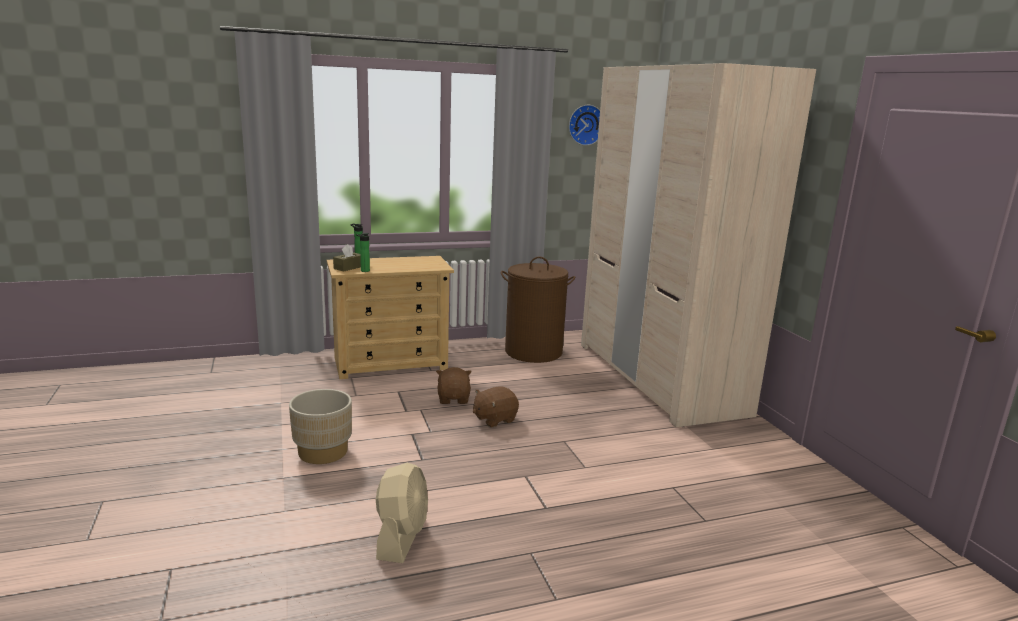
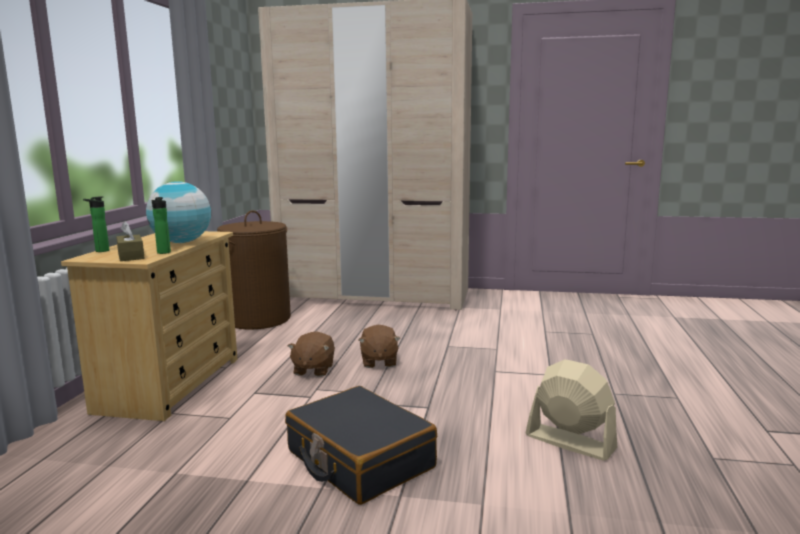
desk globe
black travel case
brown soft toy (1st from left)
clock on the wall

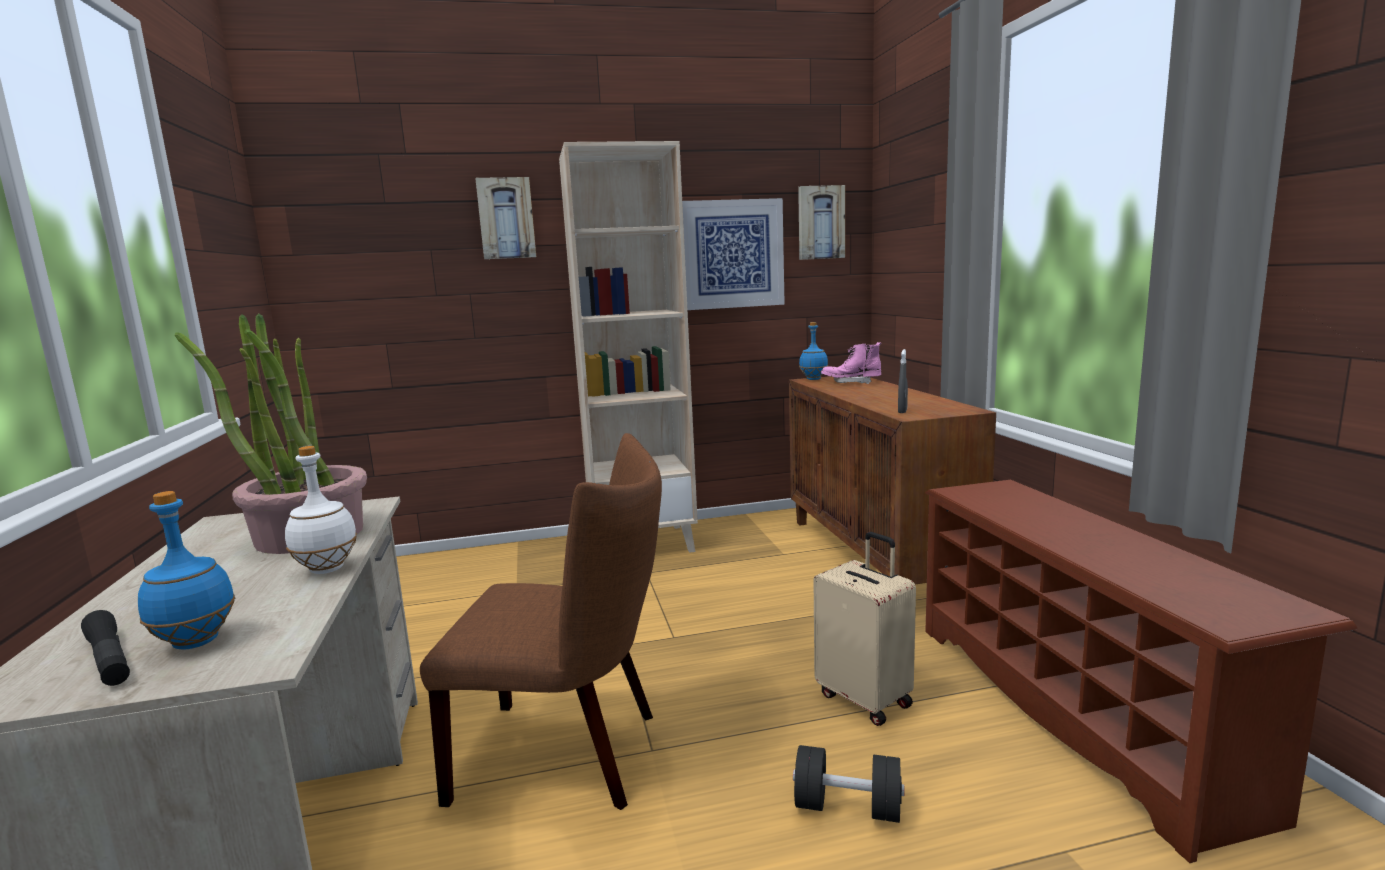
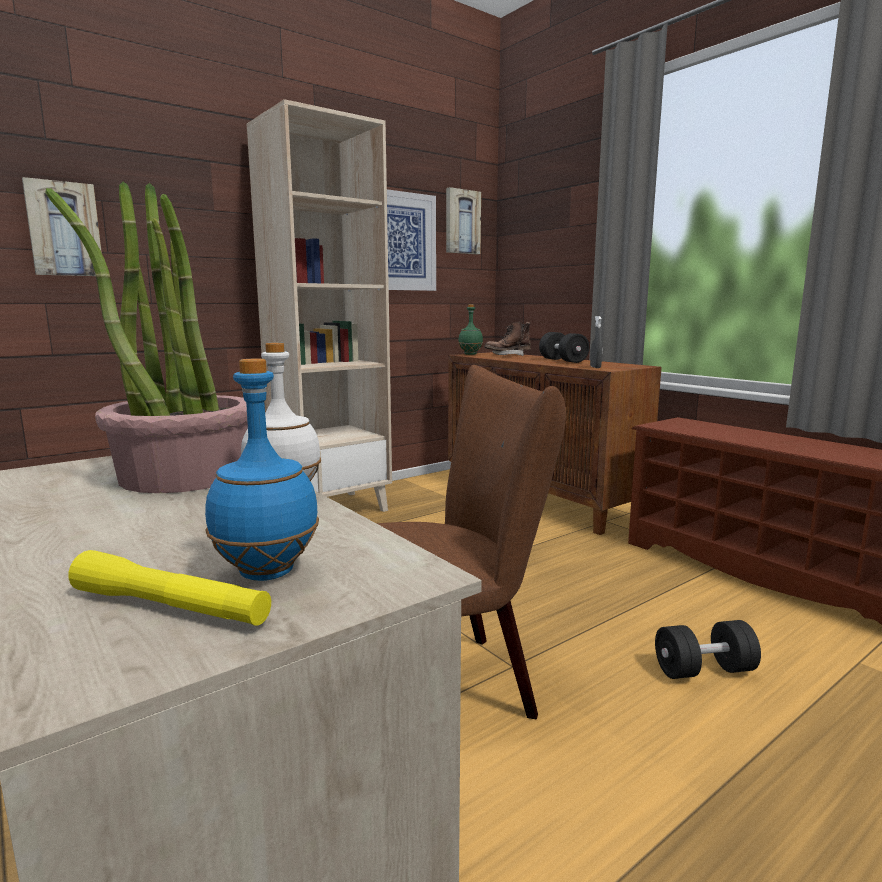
wall picture (1st from left)
yellowish hand torch
greenish beverage bottle
brown tall boot
black free weight (1st from left)
beige-coloured travel case

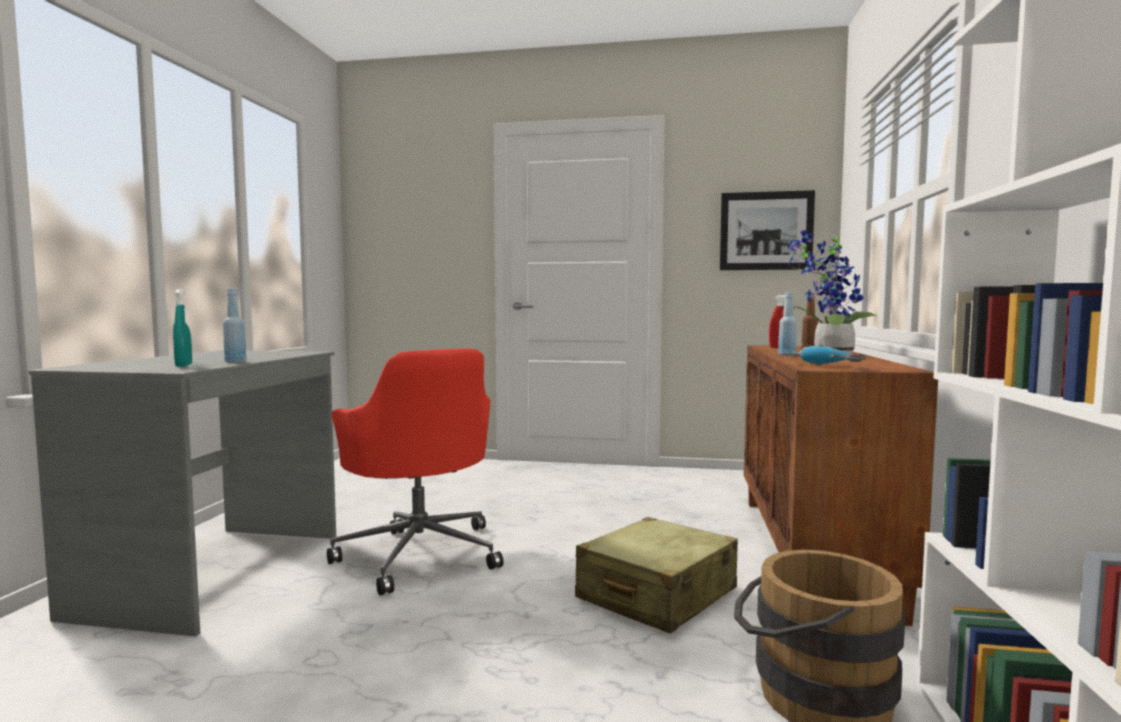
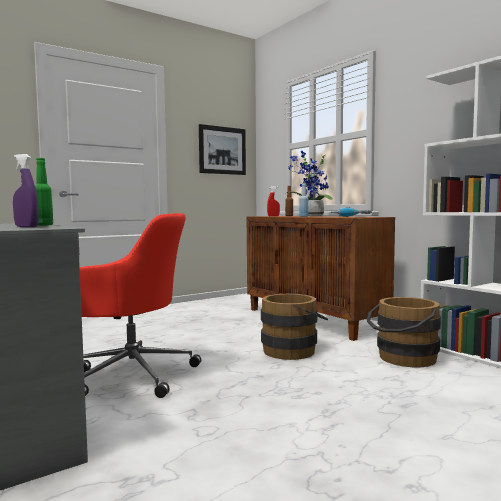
purple-coloured sprayer
greenish beverage bottle
brown pail (1st from left)

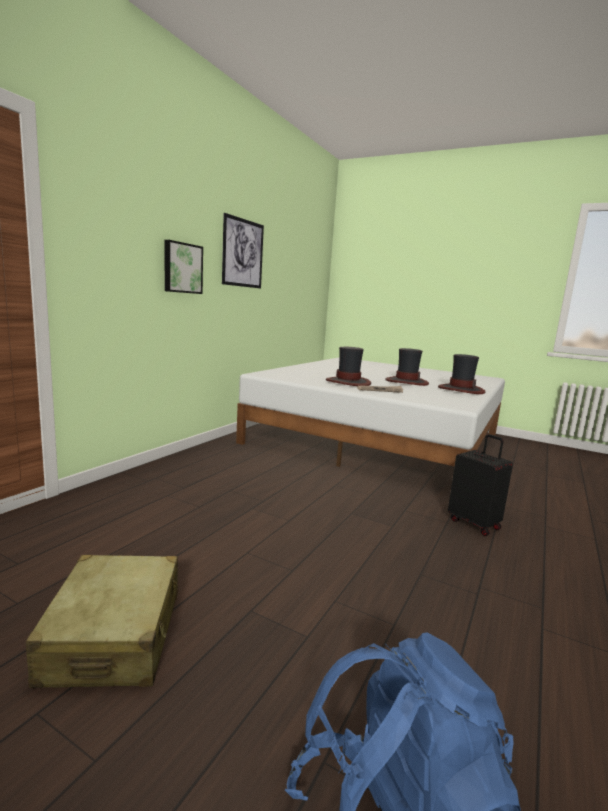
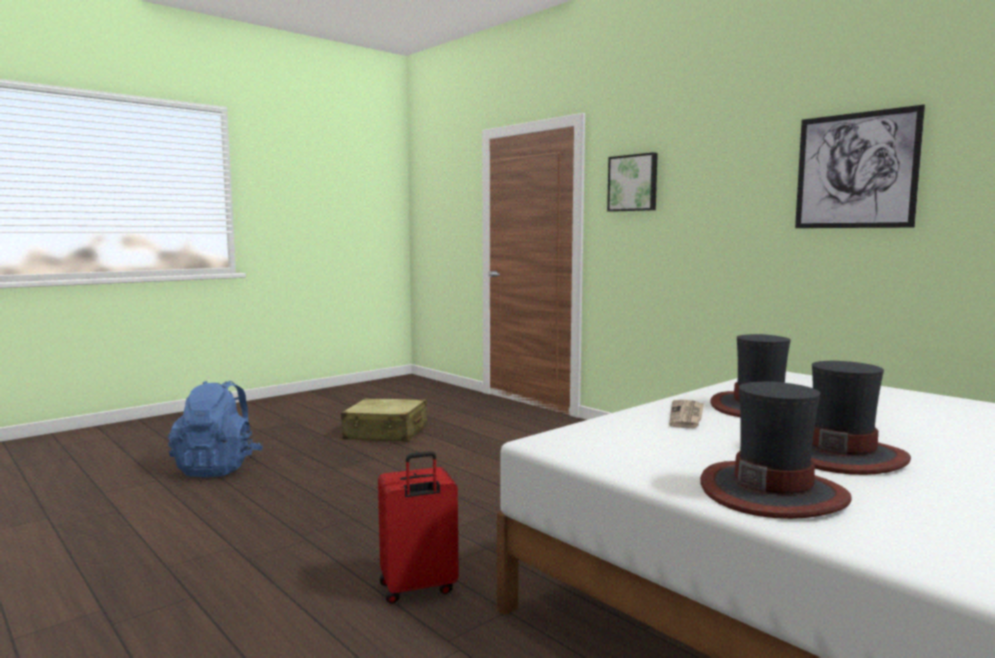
red-coloured travel case
wall picture (1st from left)

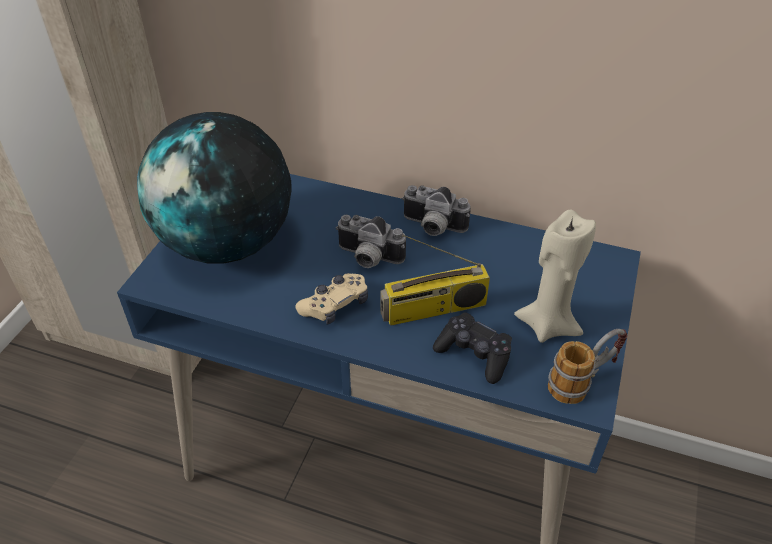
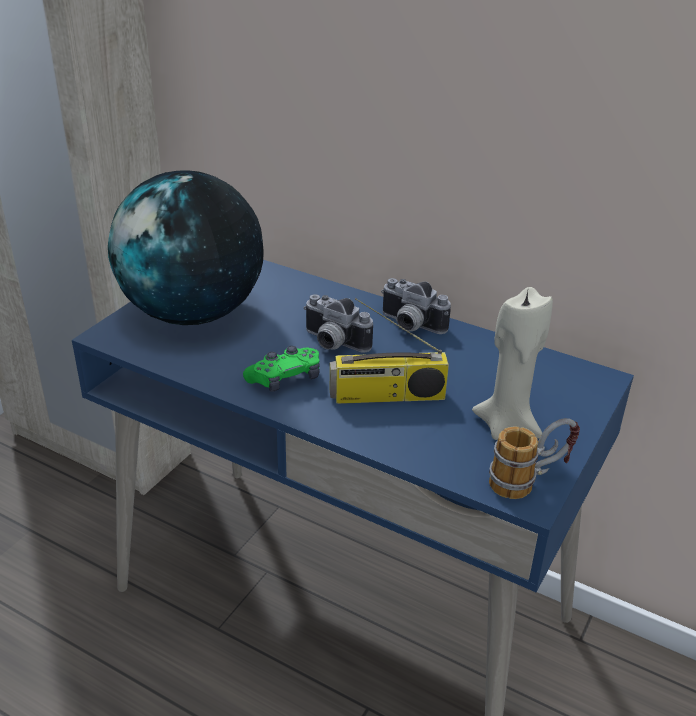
greenish joypad
black joypad

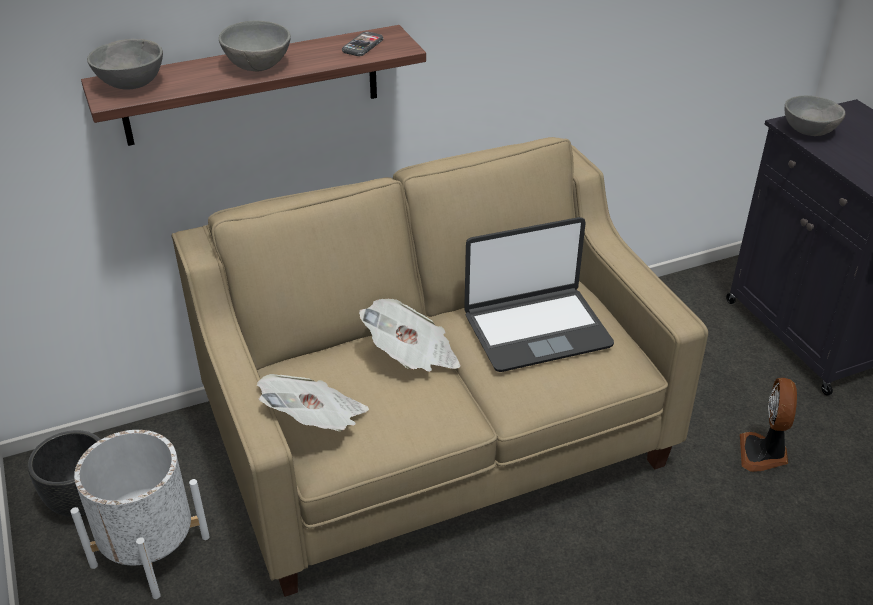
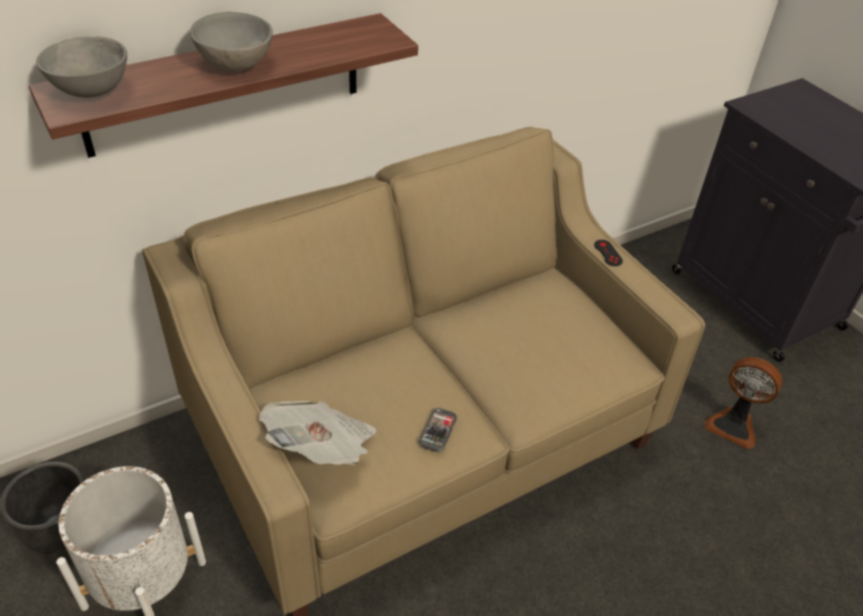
handset
black joypad
fan
printed paper (2nd from left in the first image)
laptop
gray serving bowl (3rd from left in the first image)

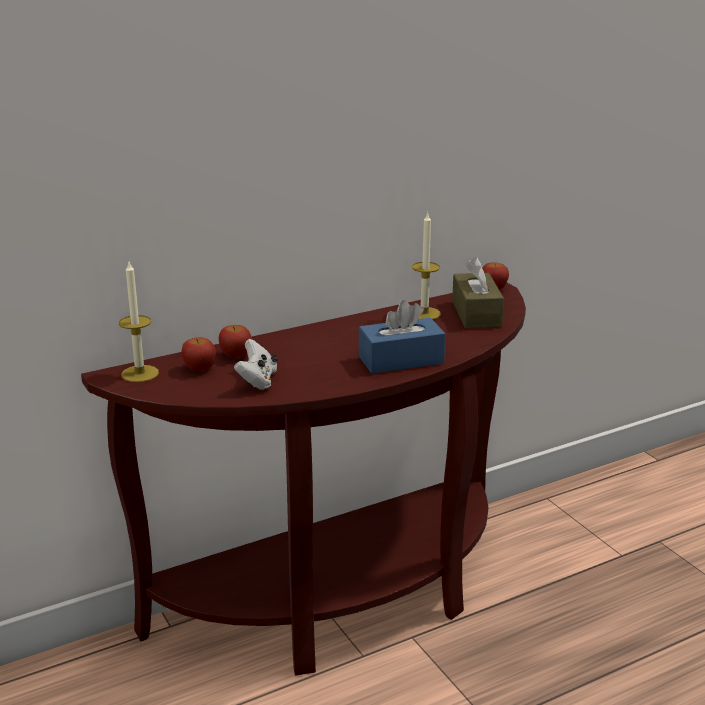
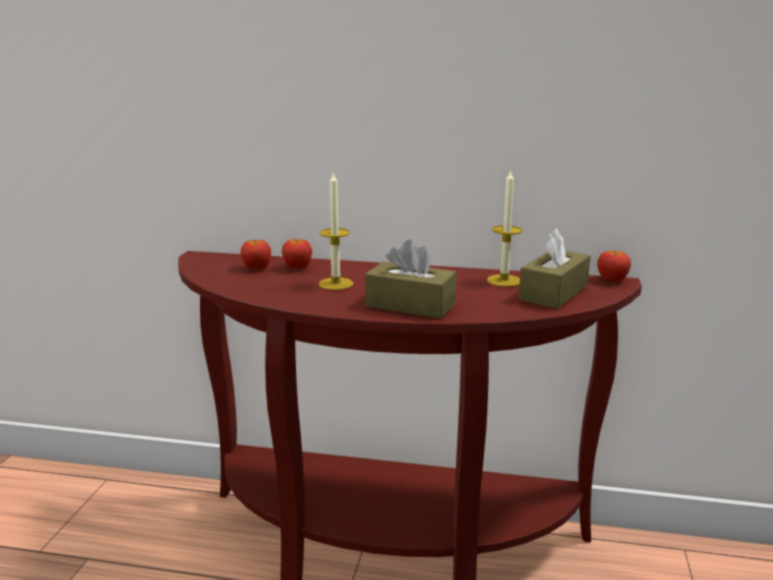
wax candle (1st from left)
brown tissue box (1st from left)
white joypad

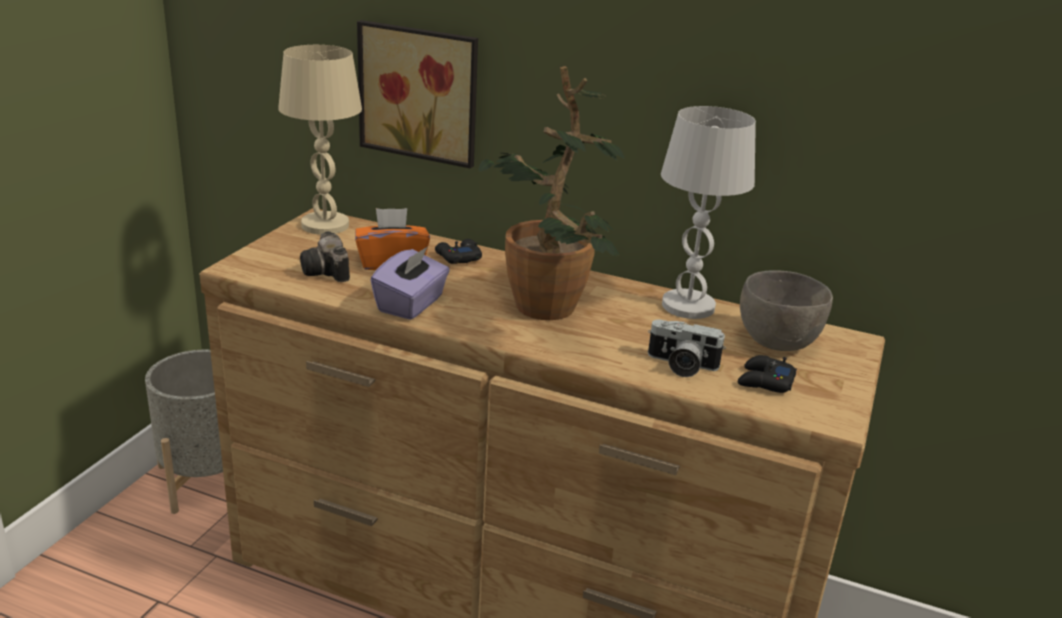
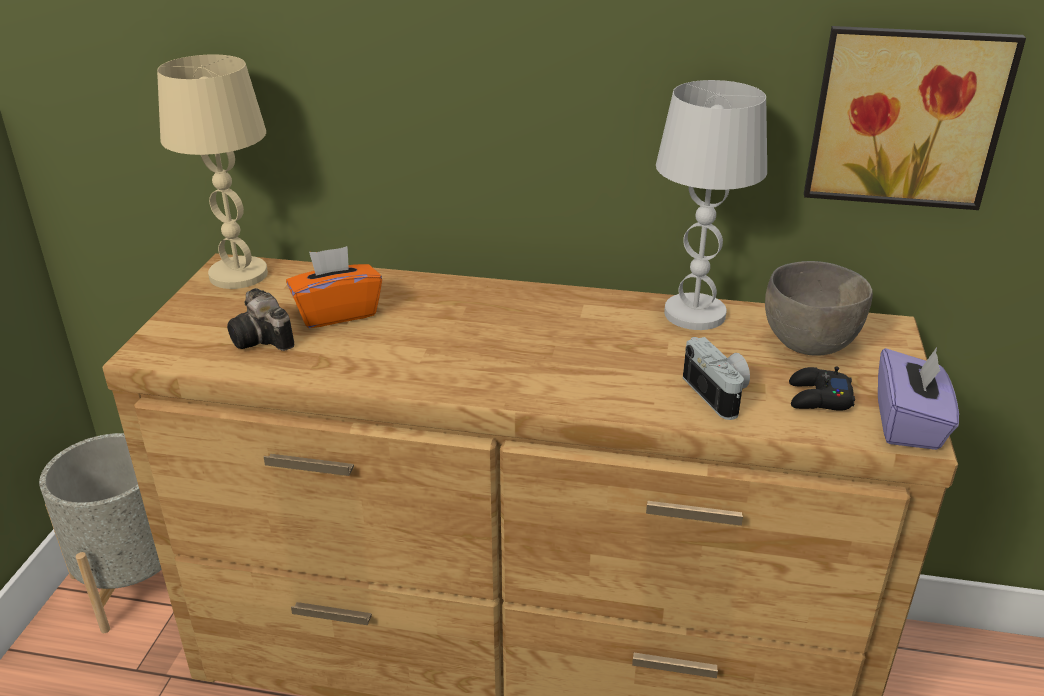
still camera (2nd from left)
wall picture
purple-coloured tissue box
black joypad (1st from left in the first image)
houseplant

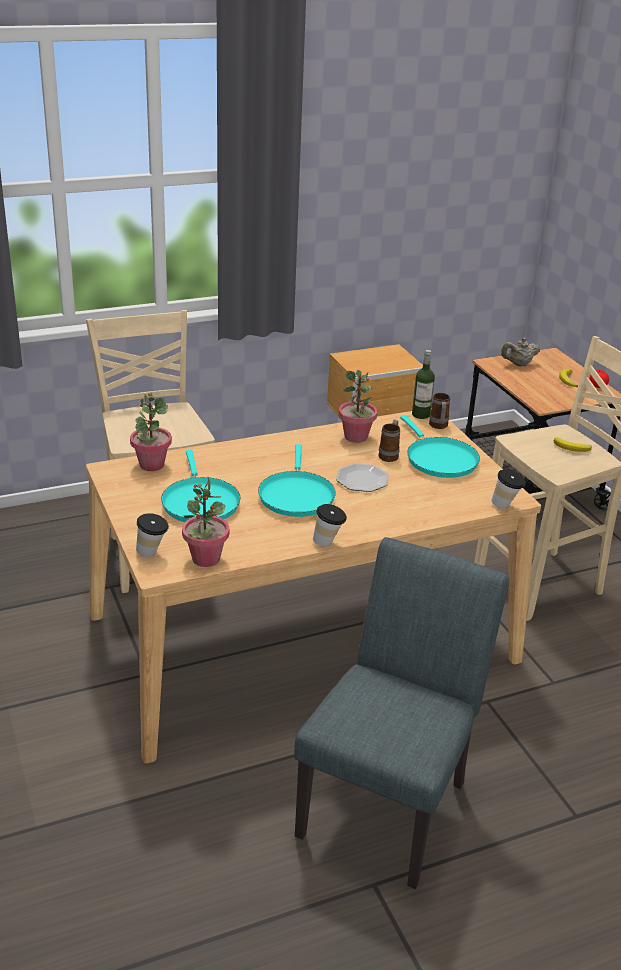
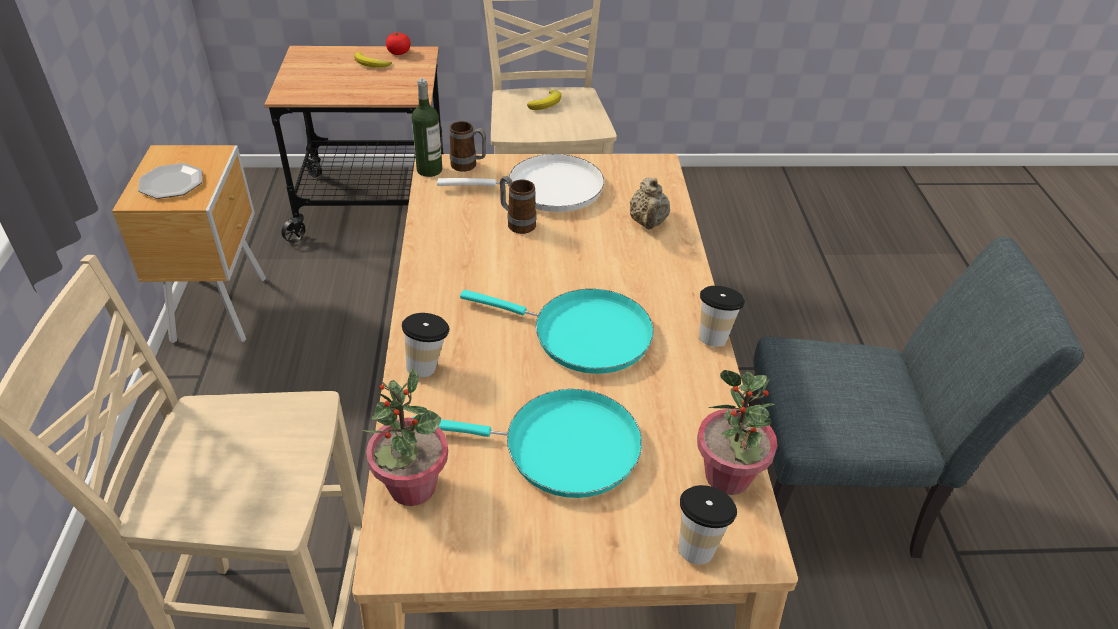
dinner plate
small cup (1st from left)
white skillet
beige-coloured pot for tea
gray plain chair
houseplant (3rd from left in the first image)

